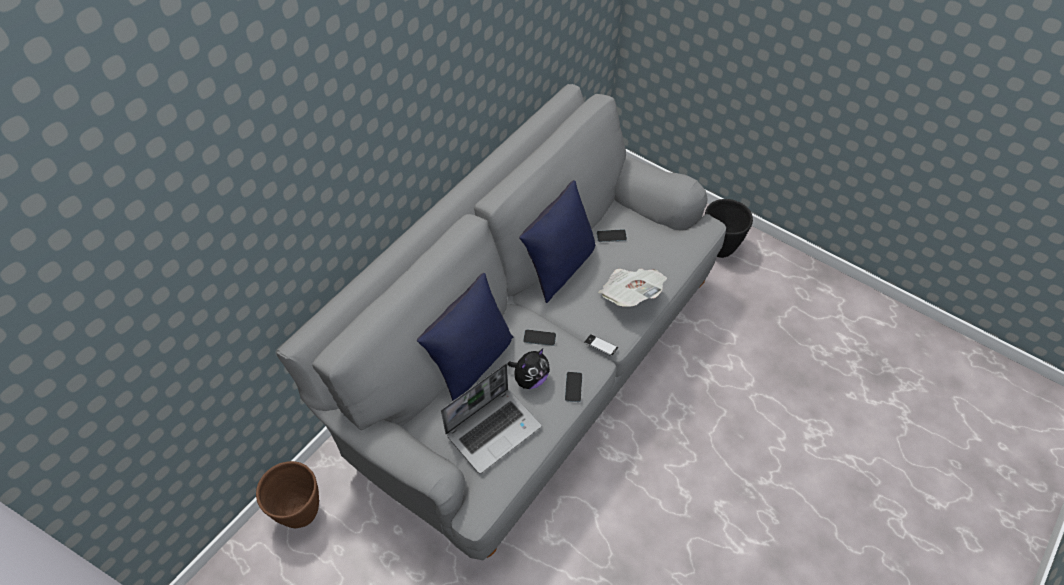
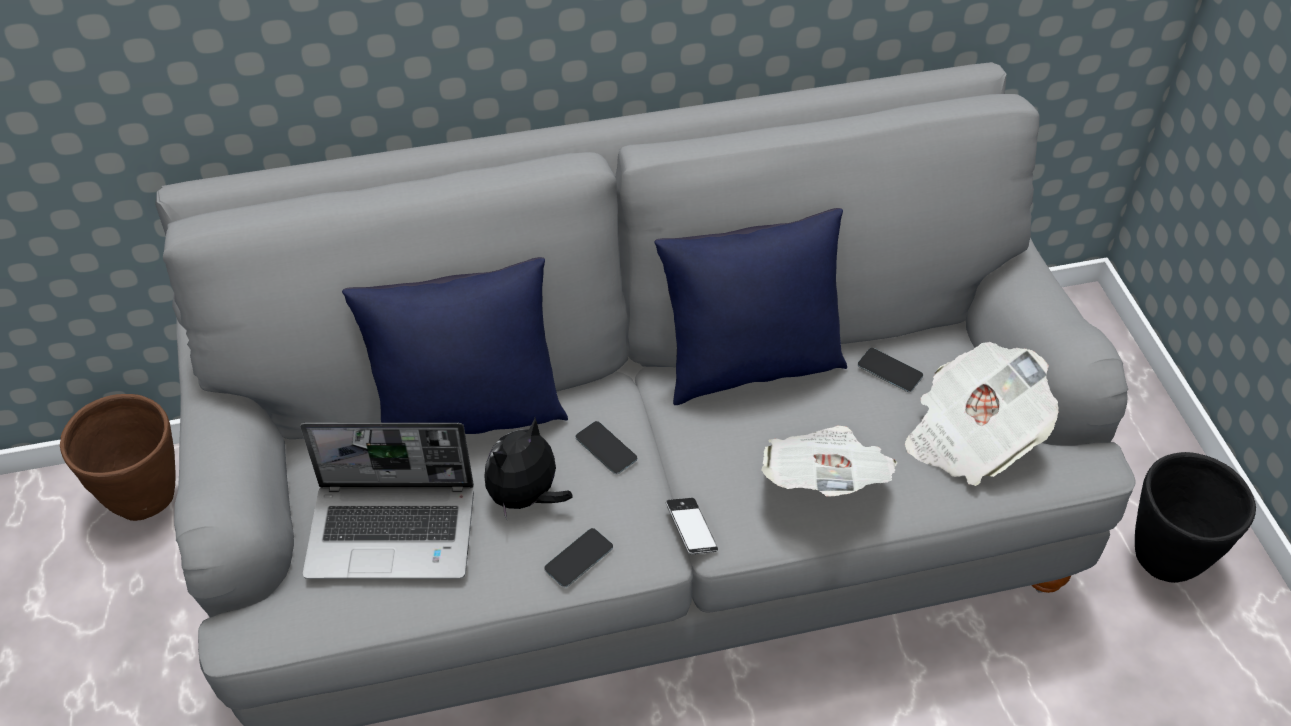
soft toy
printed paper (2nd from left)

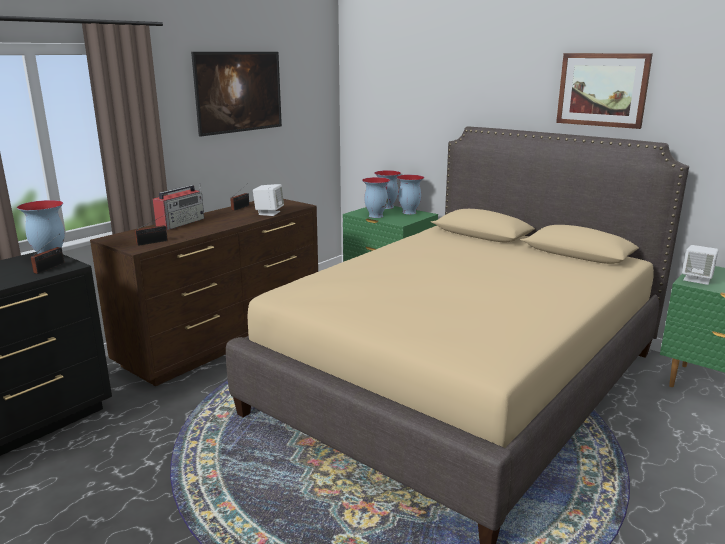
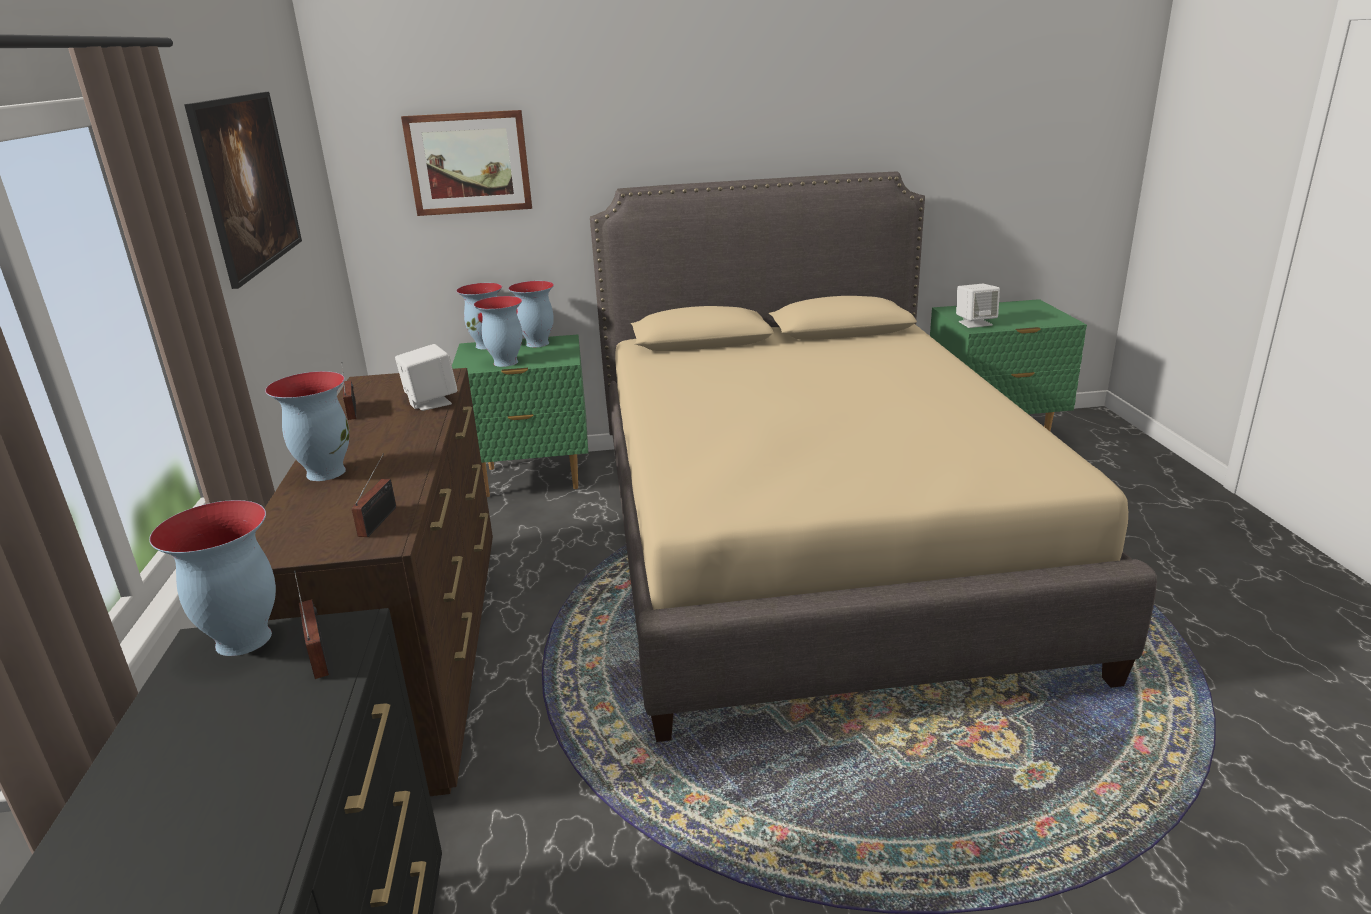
vase (2nd from left)
wall picture (2nd from left)

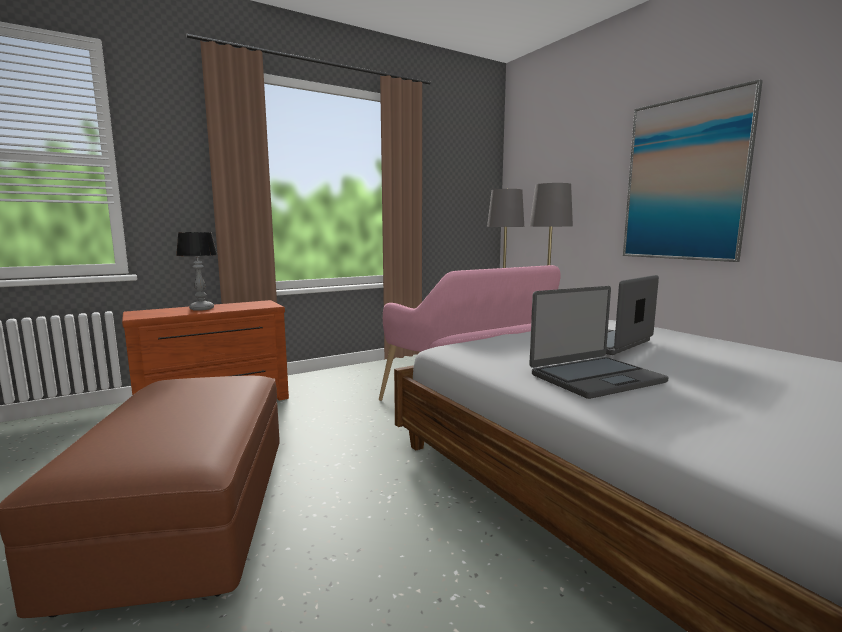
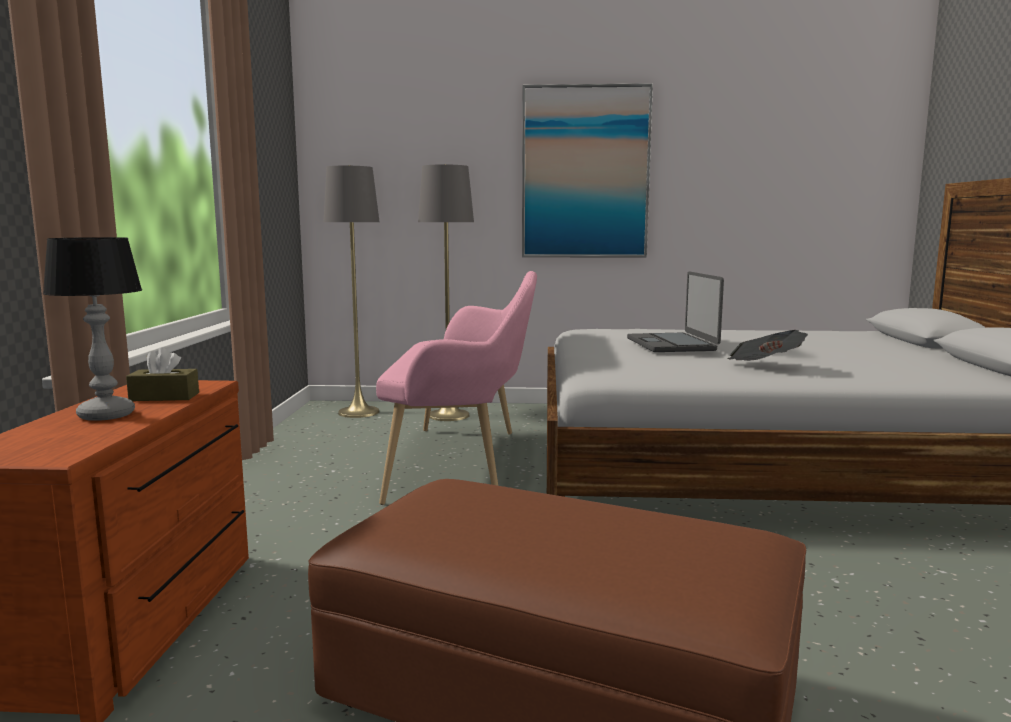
brown tissue box
printed paper

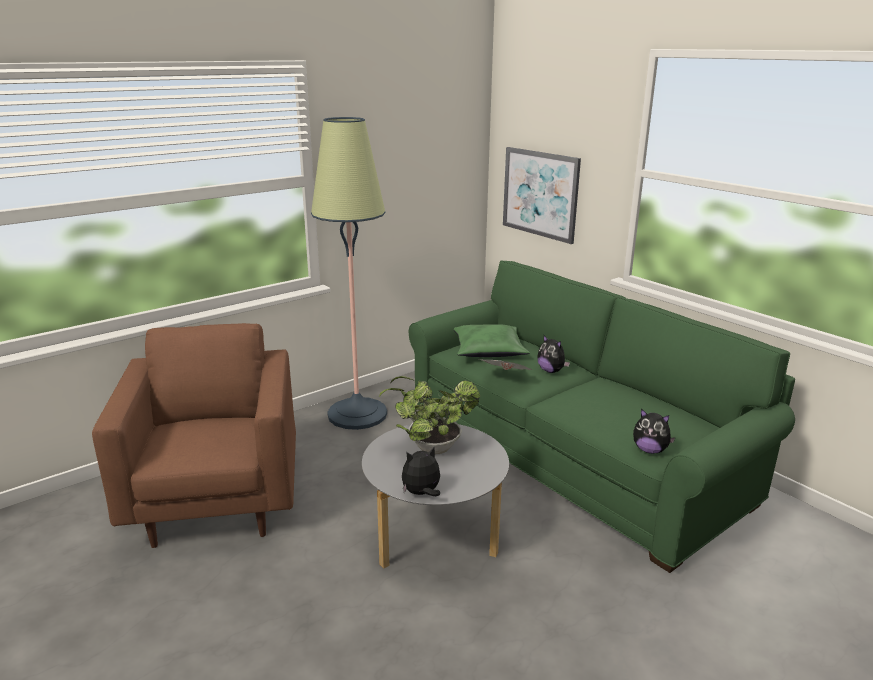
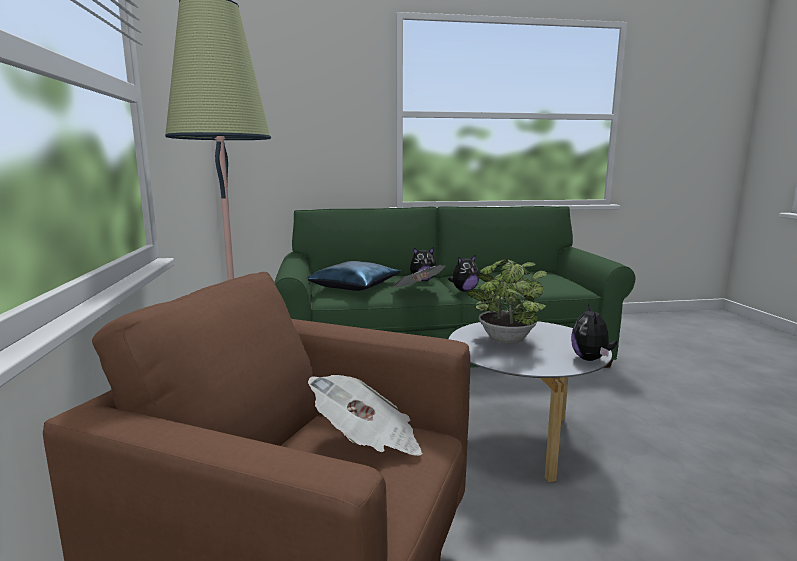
blue-coloured pillow
printed paper (1st from left)
soft toy (2nd from left)
wall picture

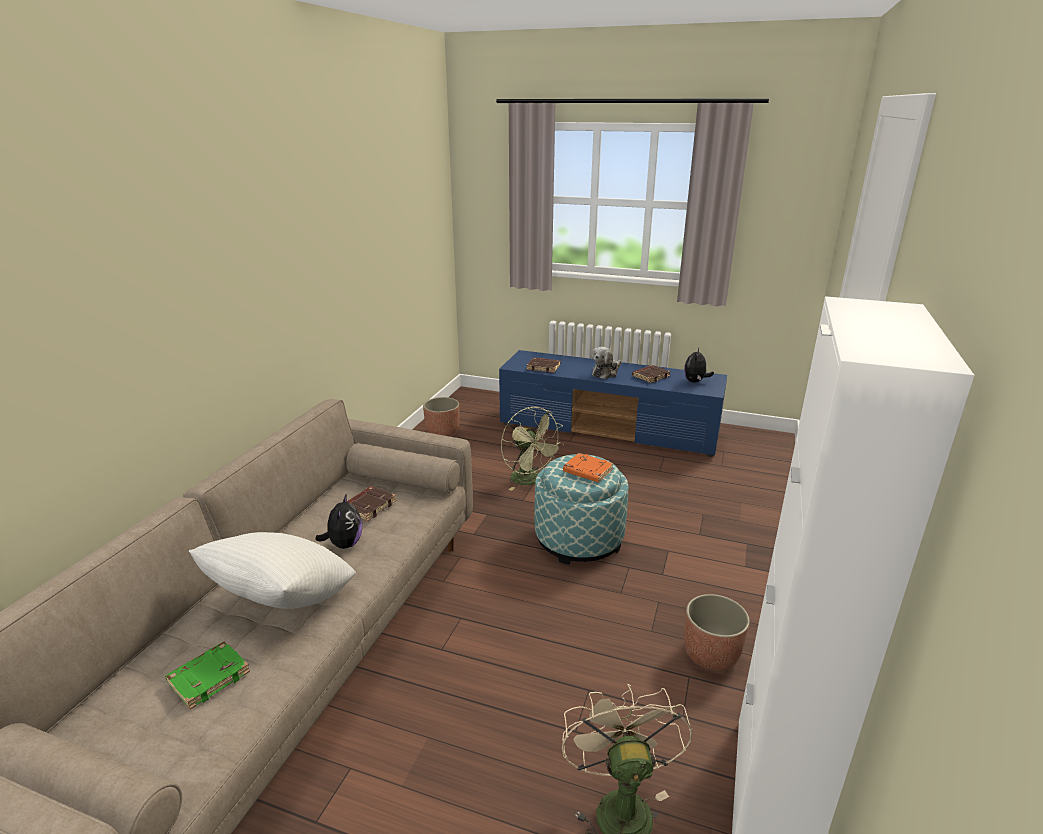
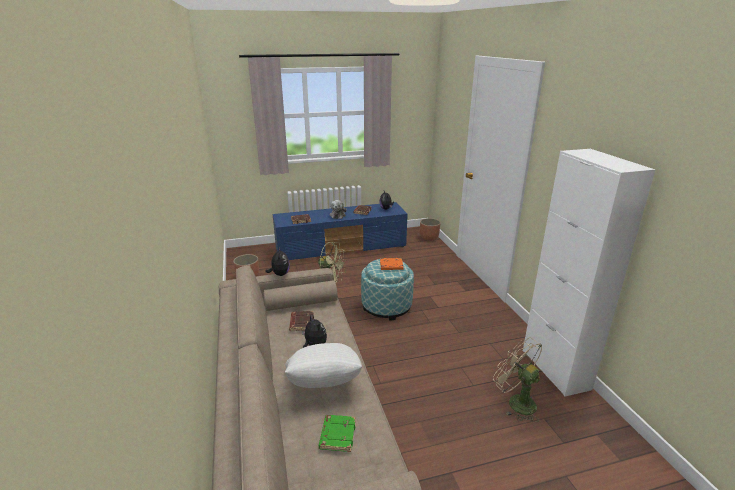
soft toy (1st from left)
flower pot (2nd from left)

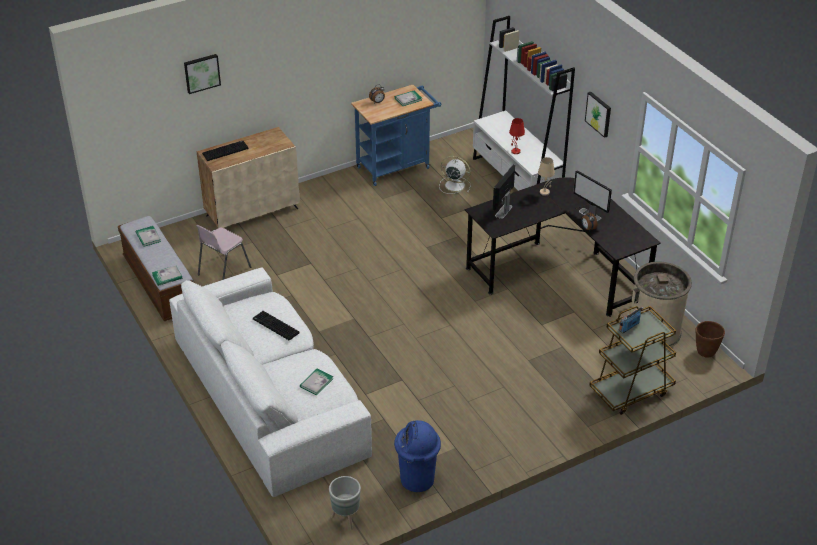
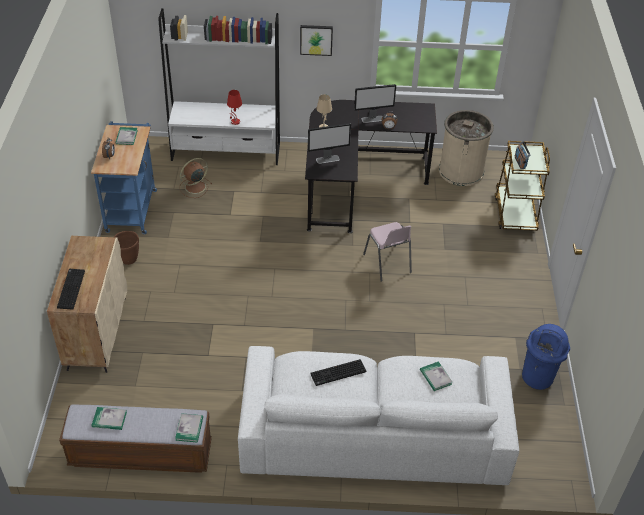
brown flower pot
brown fan
computer display (1st from left)
pinkish plain chair
wall picture (1st from left in the first image)
gray flower pot

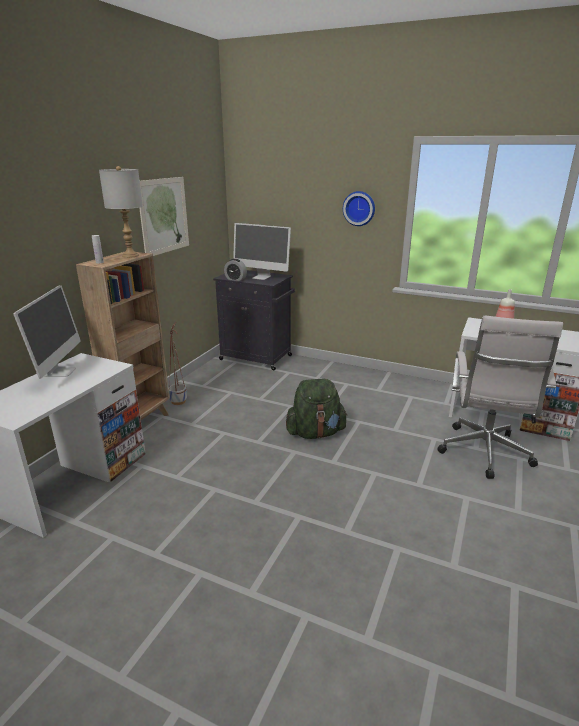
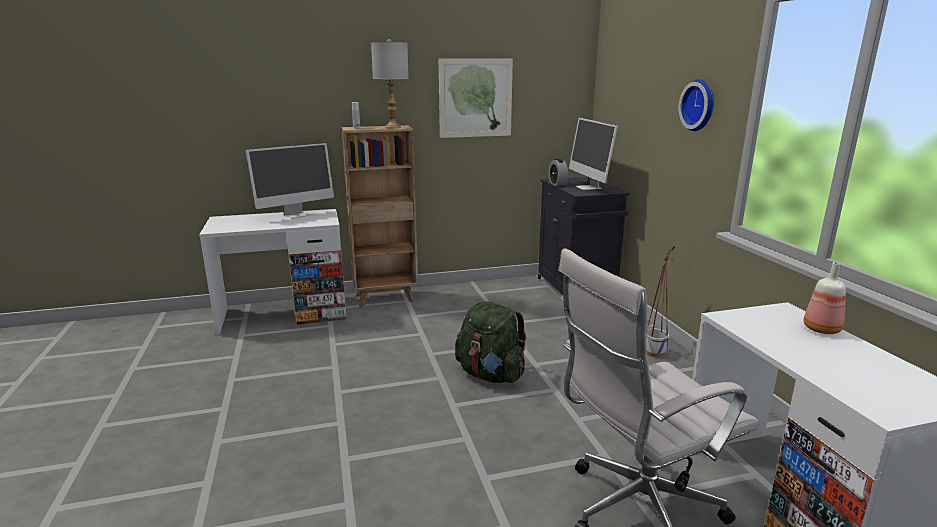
flower pot

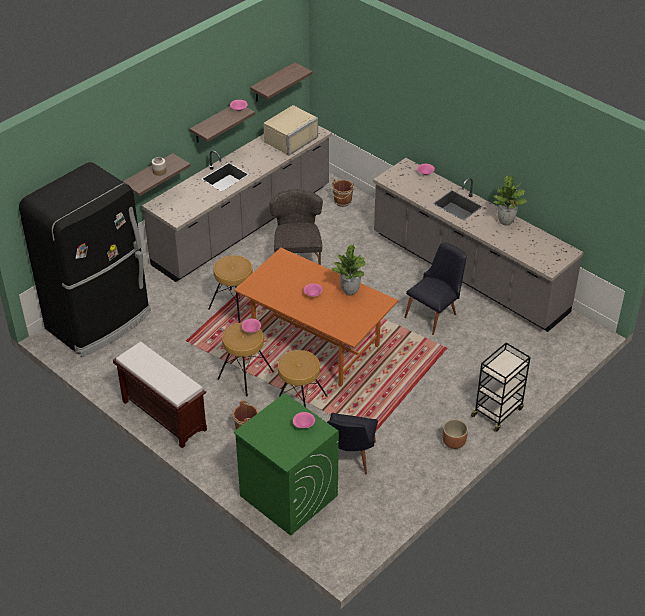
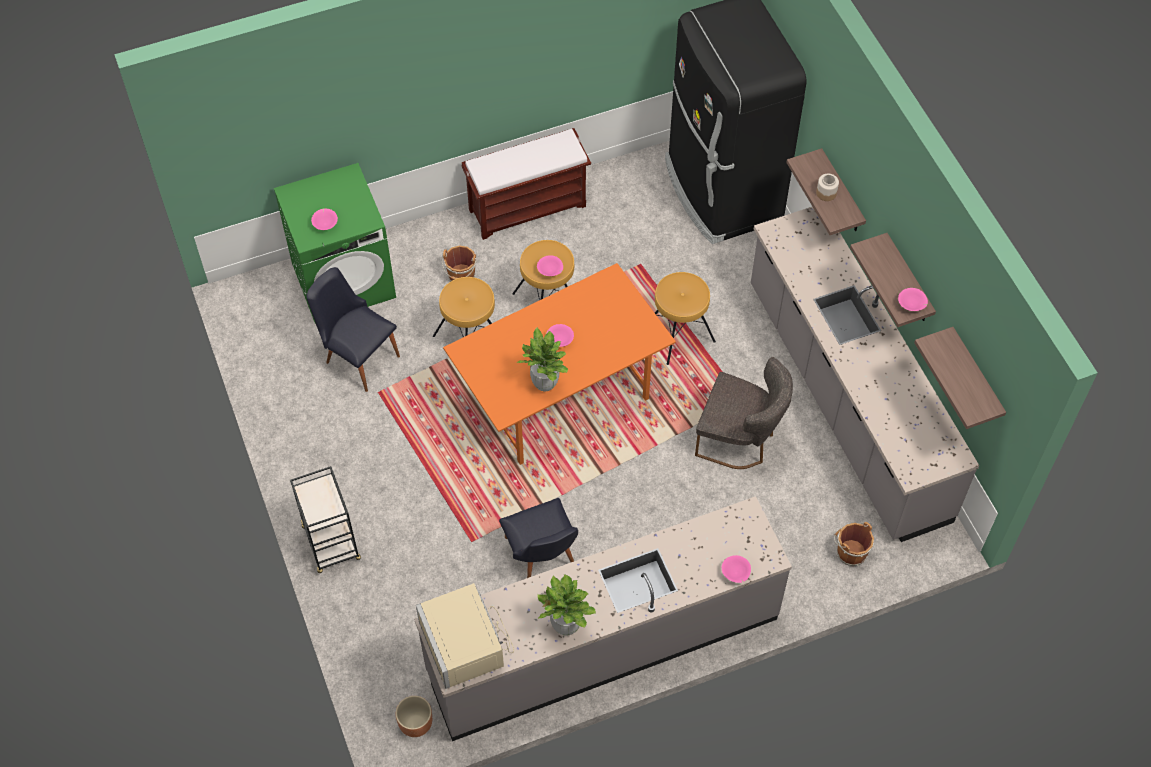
brown flower pot
beige-coloured microwave oven

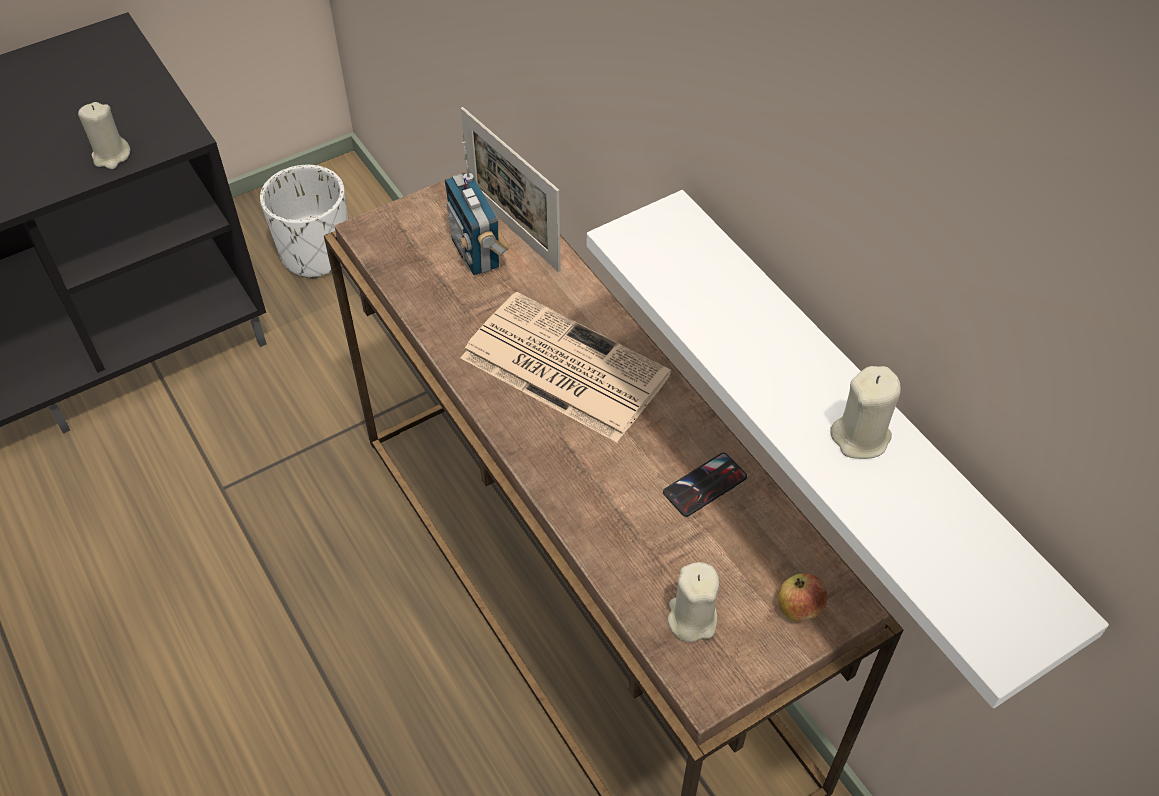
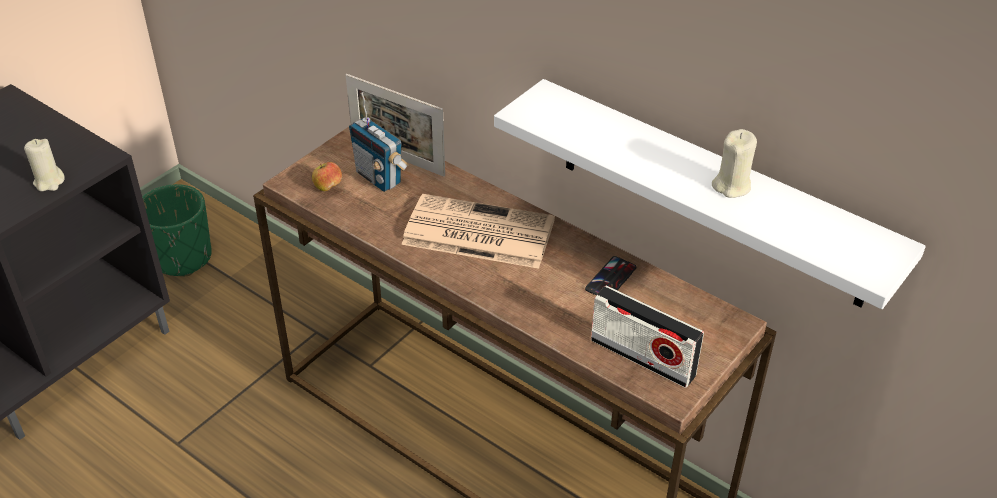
greenish flower pot
whole apple
radio (2nd from left)

